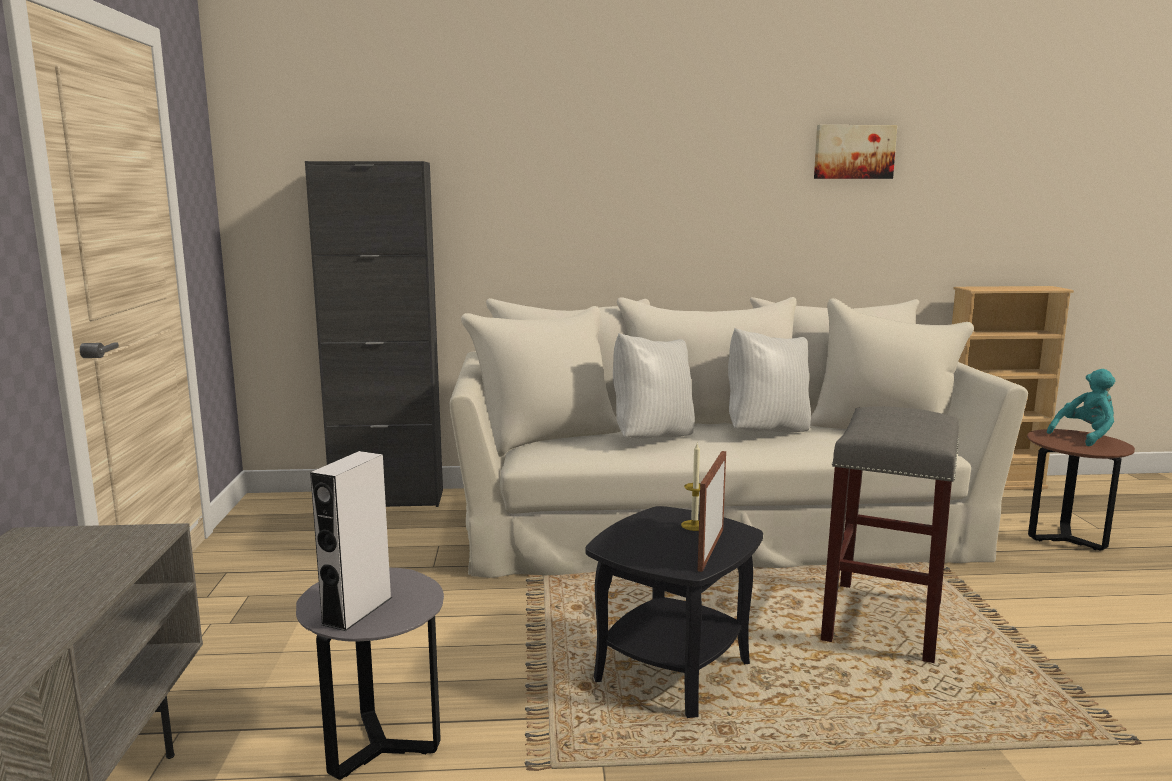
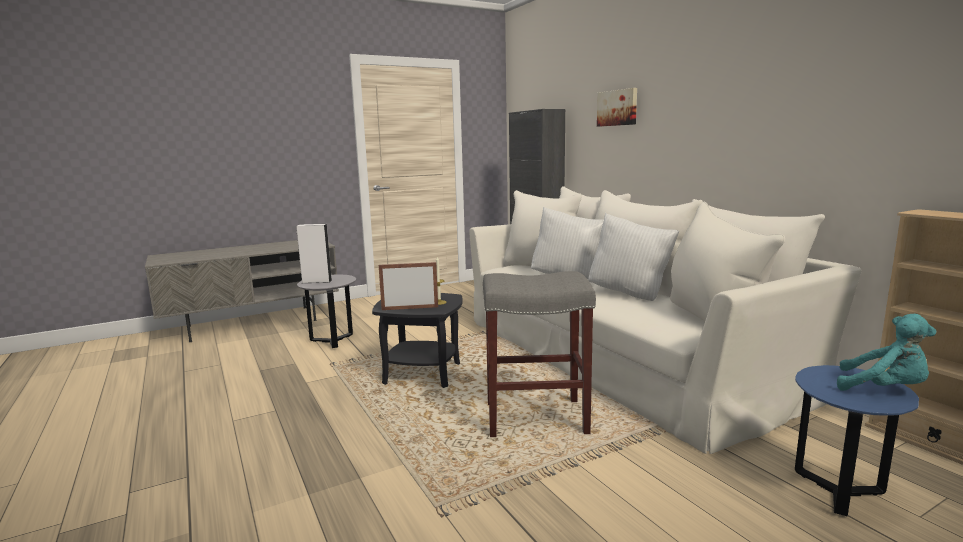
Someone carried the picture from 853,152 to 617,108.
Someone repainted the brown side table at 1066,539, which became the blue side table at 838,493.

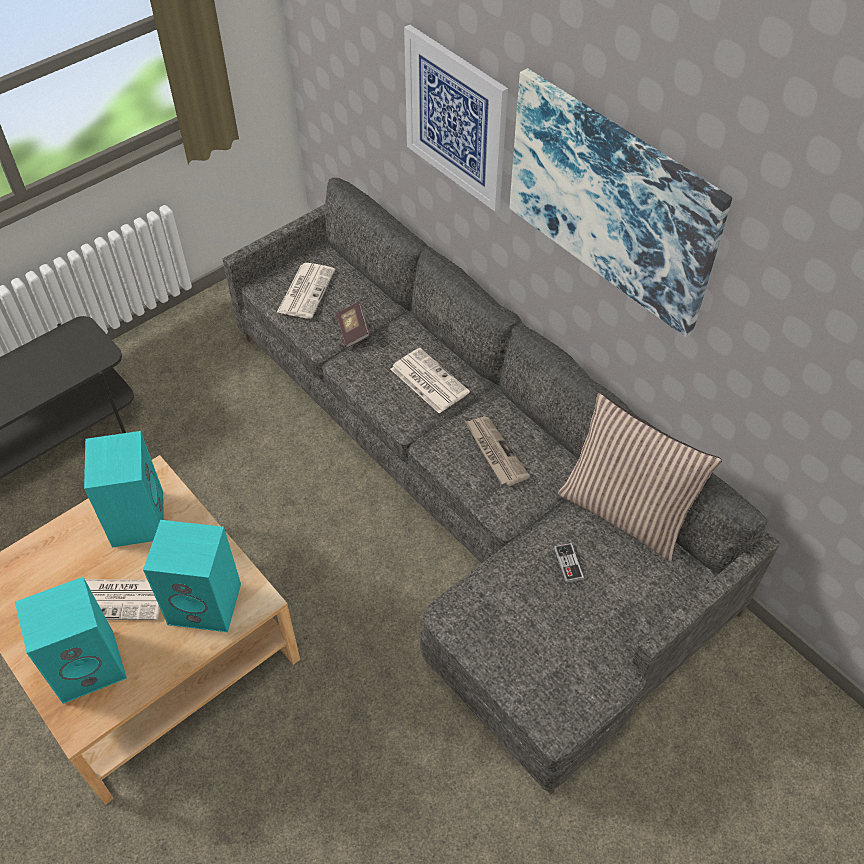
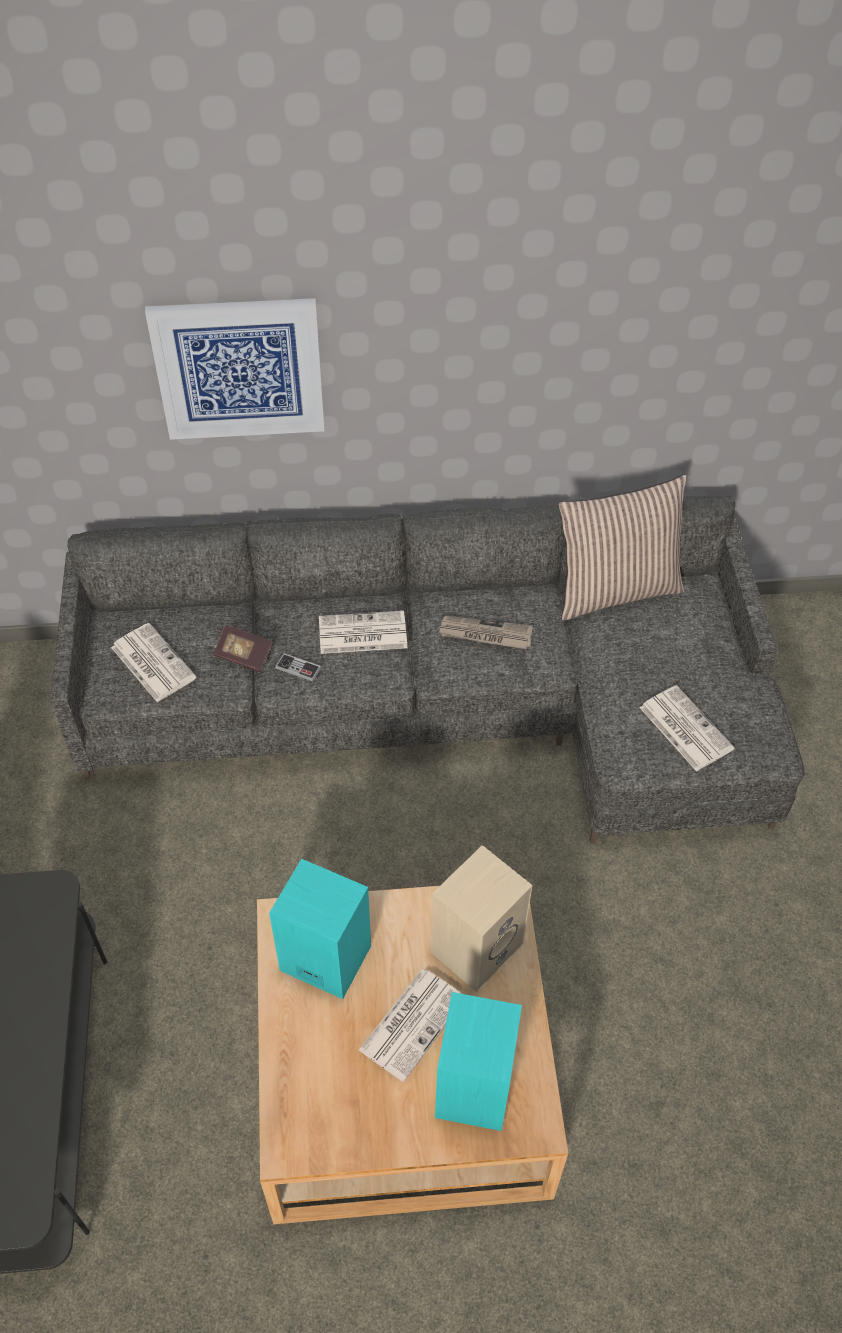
Someone carried the game controller from 568,563 to 298,668.
Someone repainted the turquoise speaker at 207,603, which became the beige speaker at 476,945.
Someone put down the newspaper at 684,728.
Someone took away the picture at 611,200.

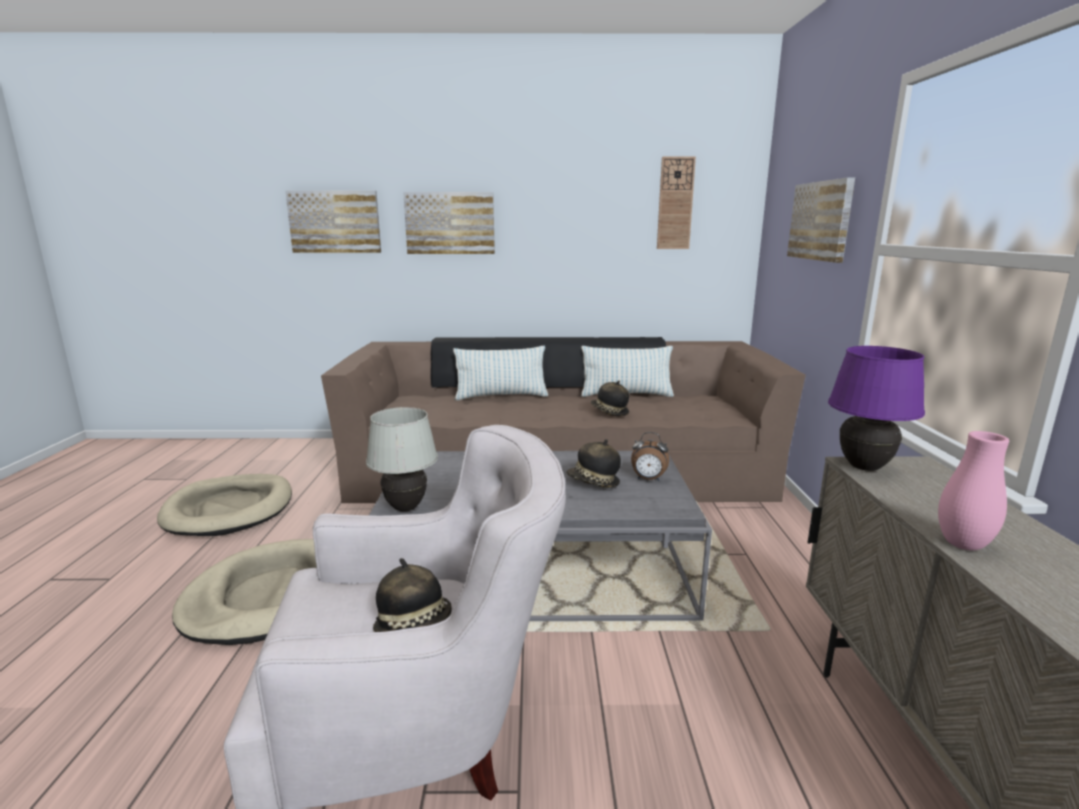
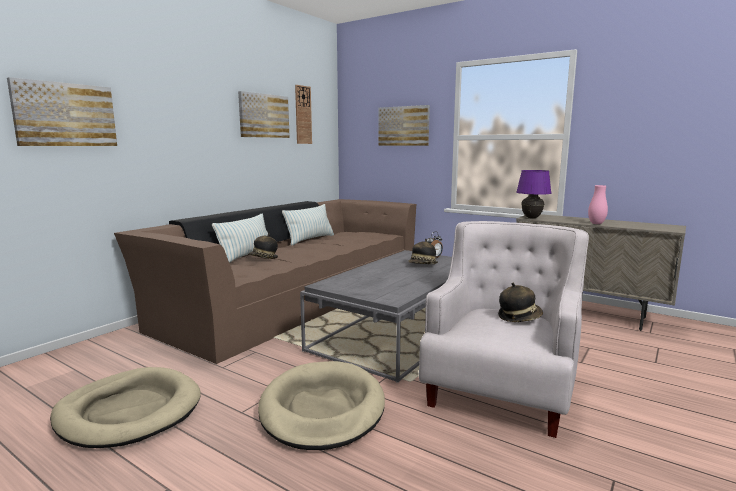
Someone carried the picture from 450,223 to 263,116.
Someone carried the hat from 609,412 to 263,258.
Someone took away the white table lamp at 406,508.

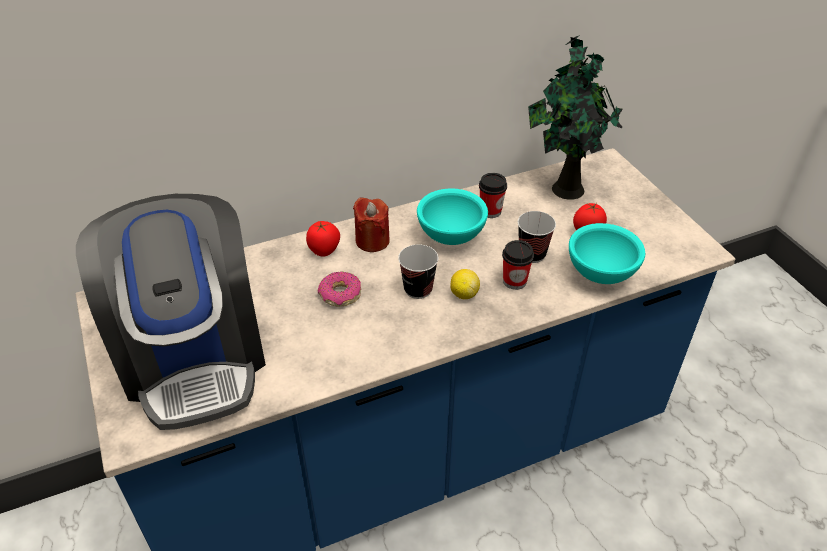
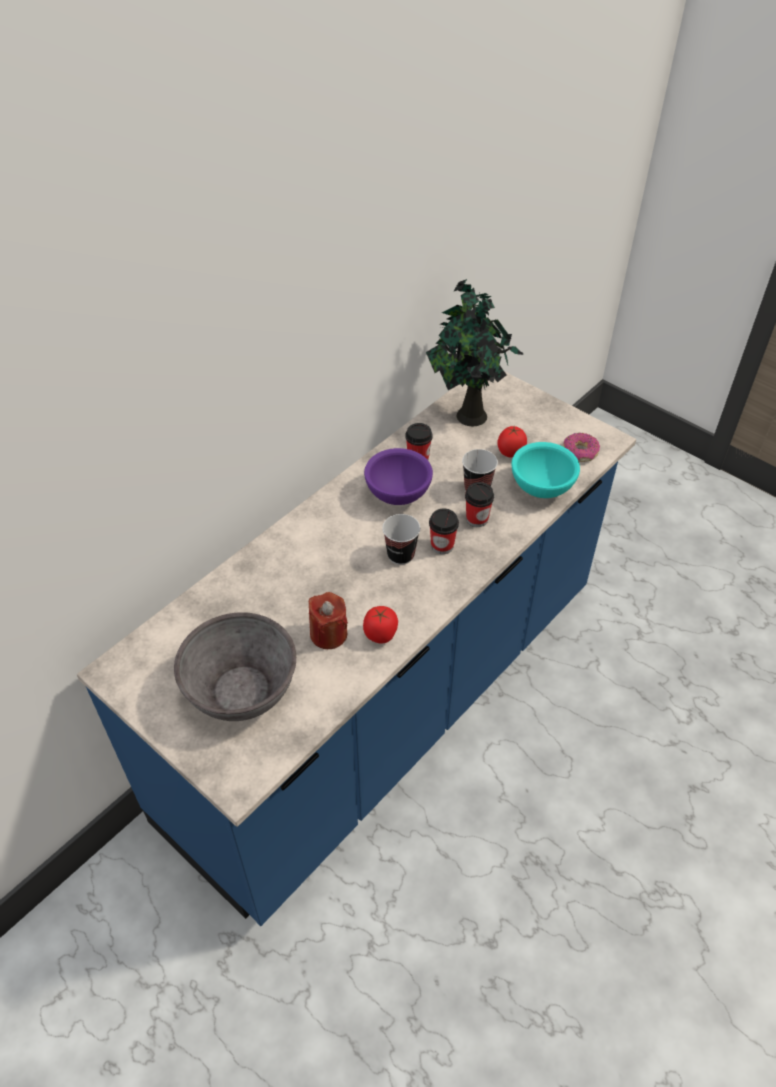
Someone swapped the coffee machine at 194,356 for the grey bowl at 242,690.
Someone carried the red candle from 372,241 to 328,634.
Someone carried the tomato from 324,251 to 381,635.
Someone repainted the turquoise bowl at 451,235, which became the purple bowl at 397,493.
Someone swapped the lemon at 464,294 for the cup at 442,545.
Someone carried the donut from 340,294 to 579,452.

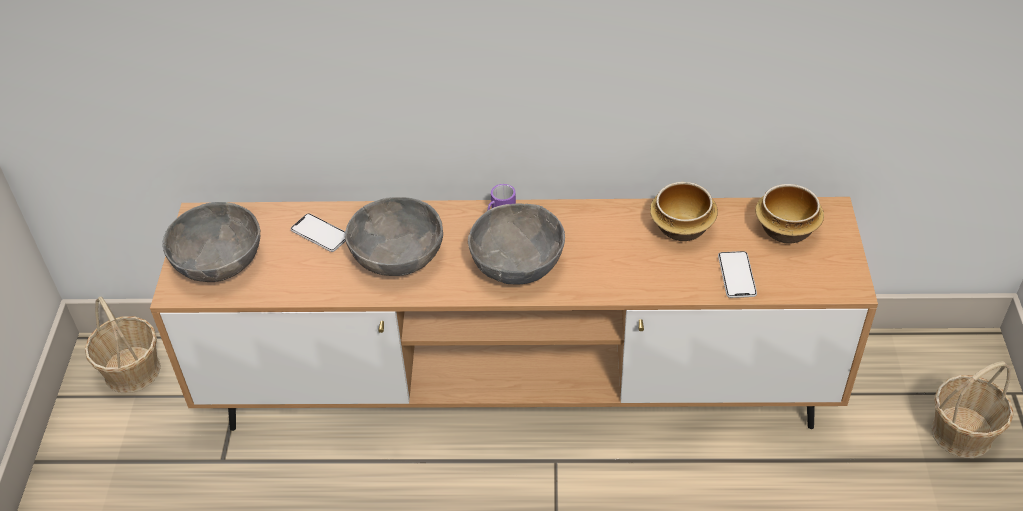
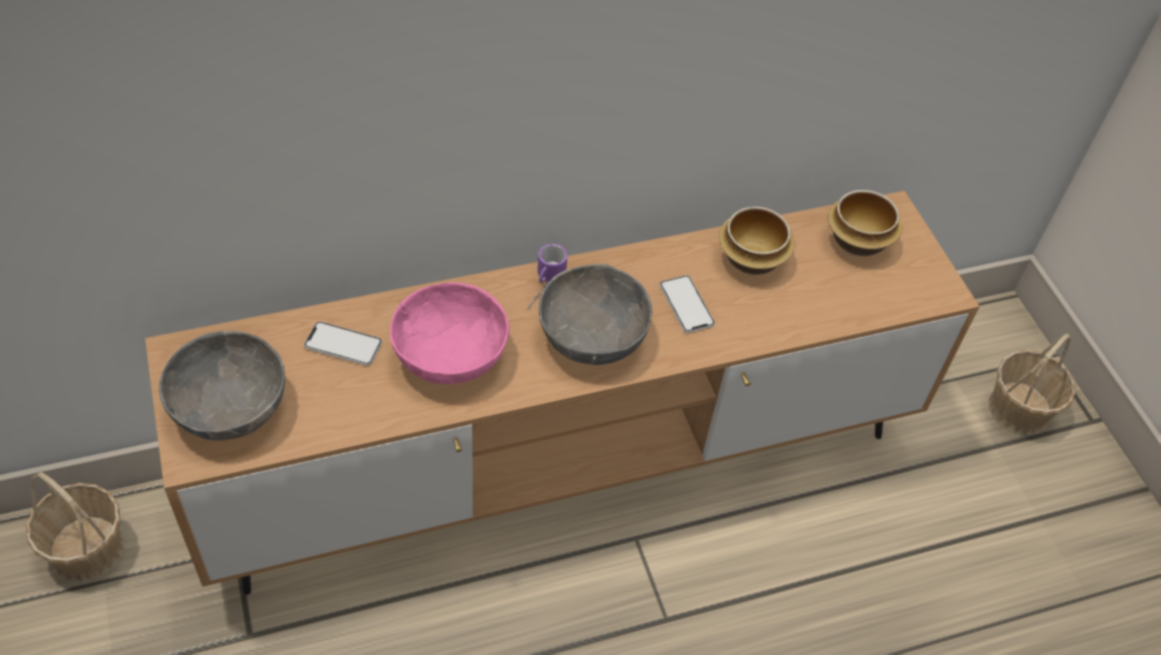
Someone repainted the grey bowl at 397,256, which became the pink bowl at 449,355.
Someone carried the phone from 737,275 to 686,305.

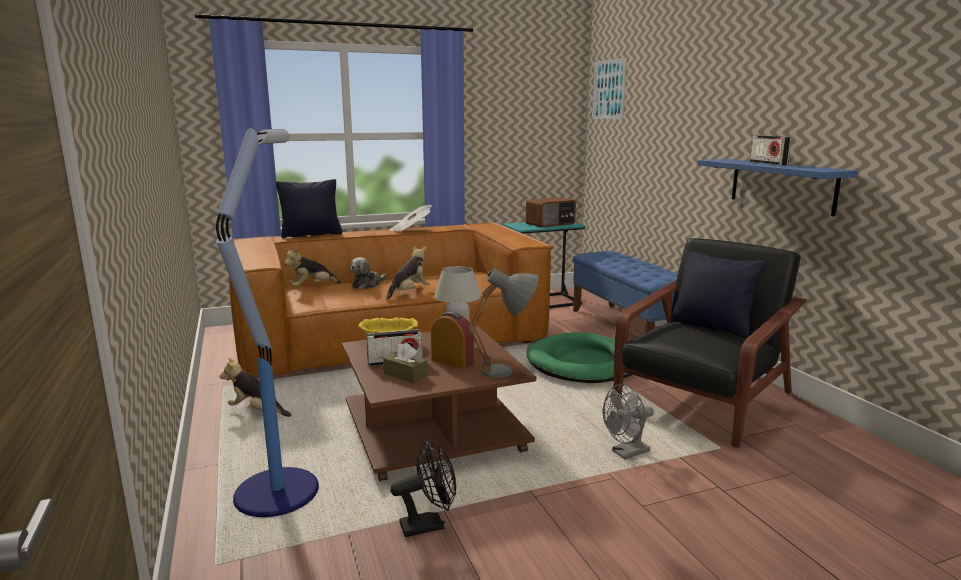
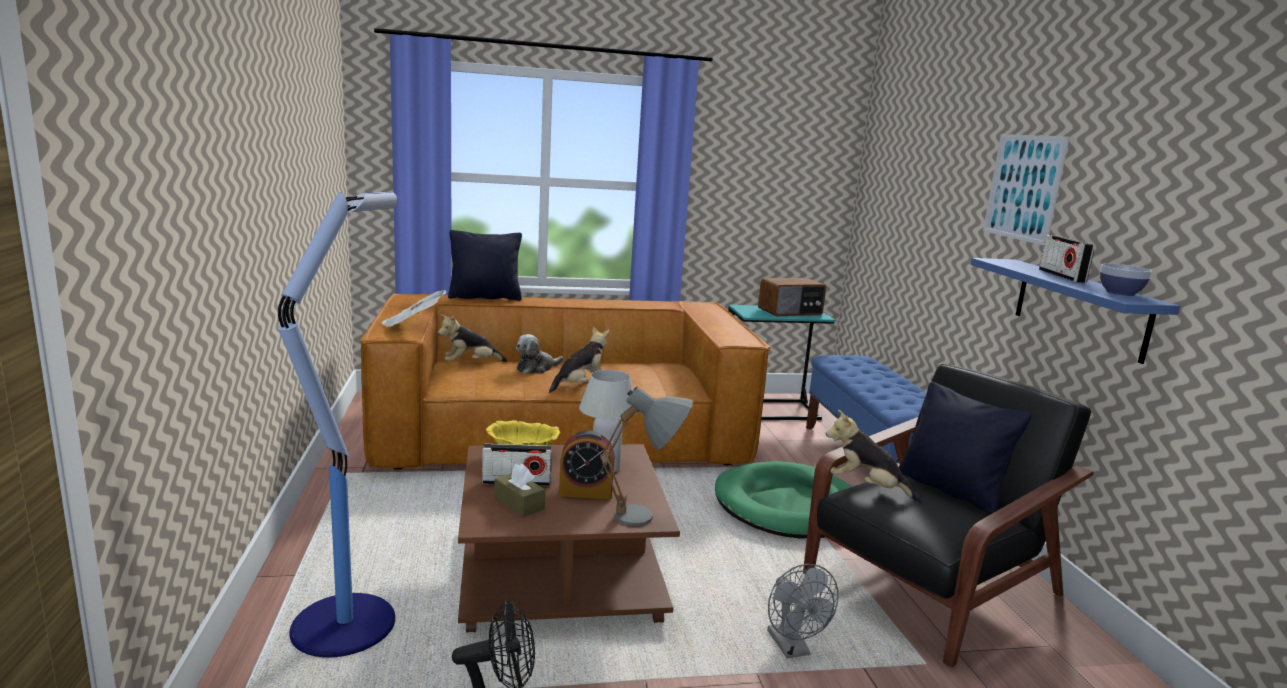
Someone carried the newspaper from 410,230 to 412,325.
Someone rotated the alarm clock at 452,361 by 135 degrees clockwise.
Someone rotated the grey fan at 626,453 by 90 degrees counterclockwise.
Someone carried the plush toy from 257,412 to 867,488.
Someone carried the picture from 609,89 to 1023,187.
Someone put down the bowl at 1120,293.

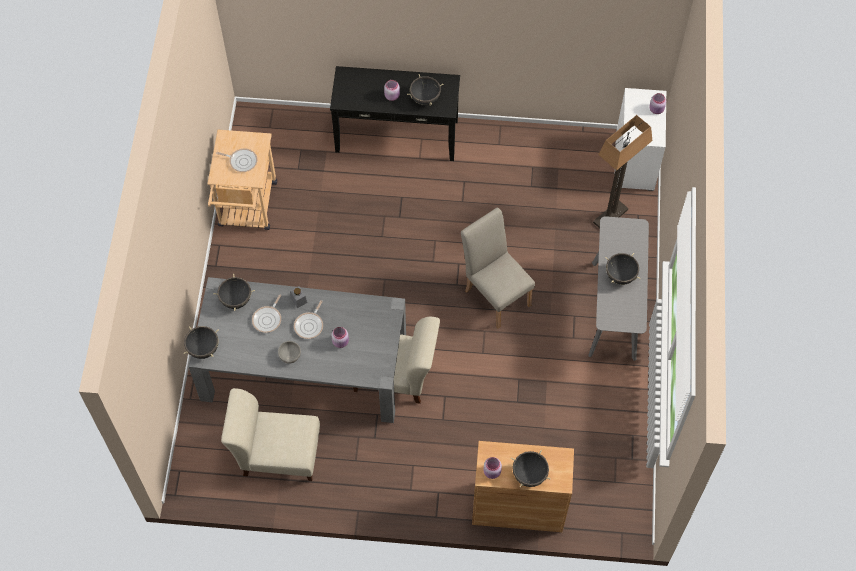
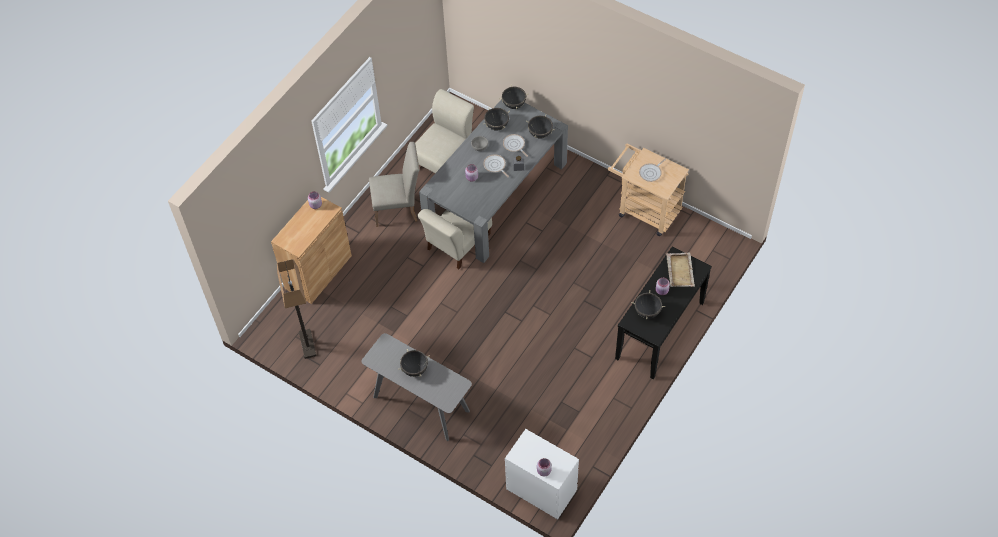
Someone carried the floor lamp from 610,216 to 307,344.
Someone carried the beige chair from 495,293 to 399,210.
Someone carried the black cooking pot from 529,475 to 496,125.
Someone put down the beige tray at 680,270.

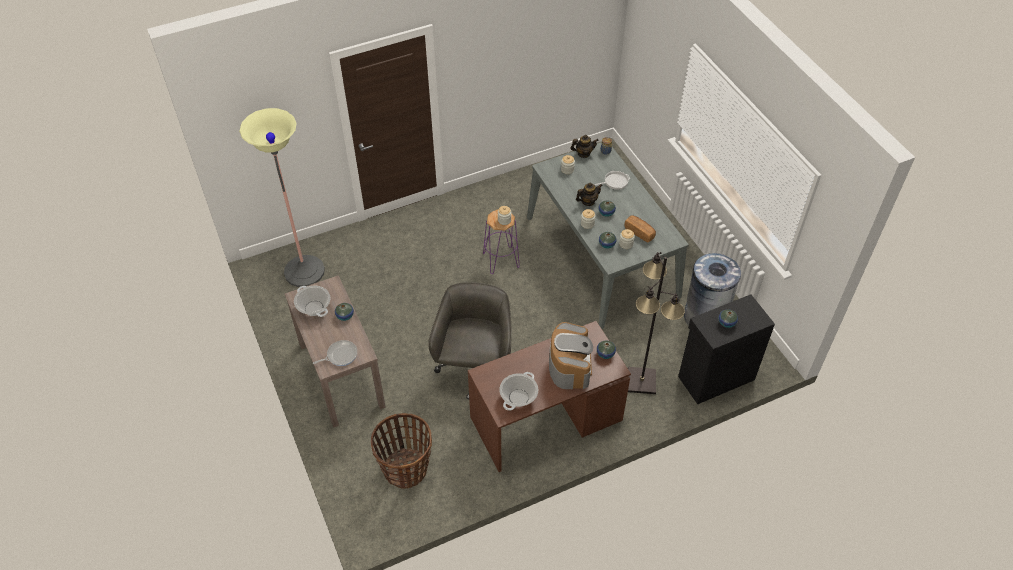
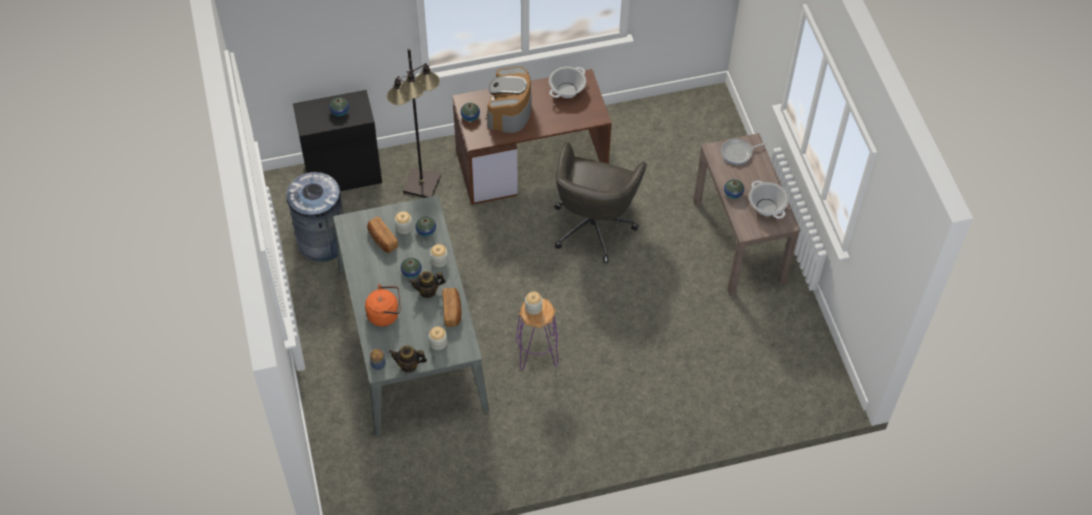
Someone swapped the frying pan at 614,182 for the orange kettle at 385,314.
Someone put down the bread at 452,311.
Someone took away the floor lamp at 304,271.
Someone took away the basket at 405,468.

